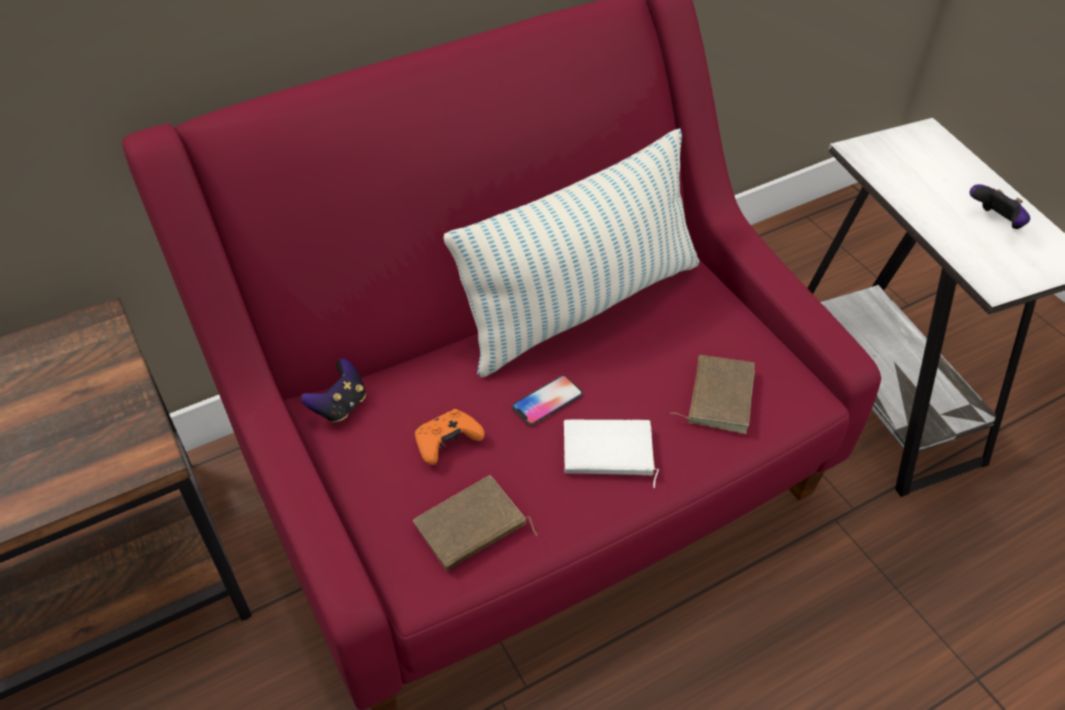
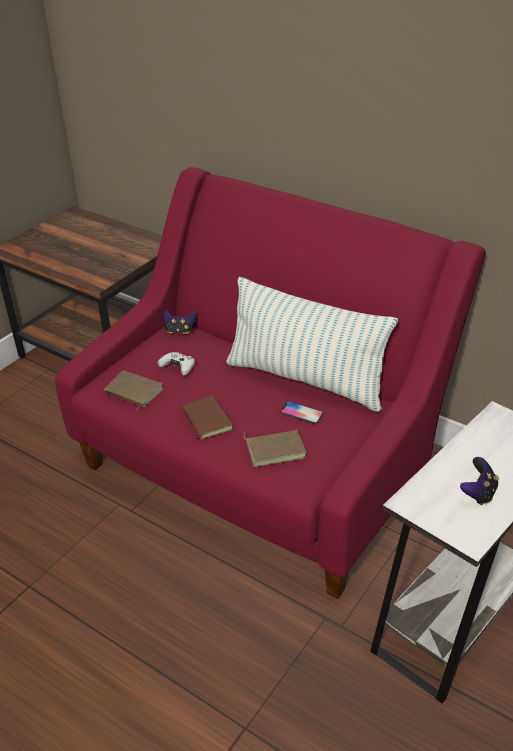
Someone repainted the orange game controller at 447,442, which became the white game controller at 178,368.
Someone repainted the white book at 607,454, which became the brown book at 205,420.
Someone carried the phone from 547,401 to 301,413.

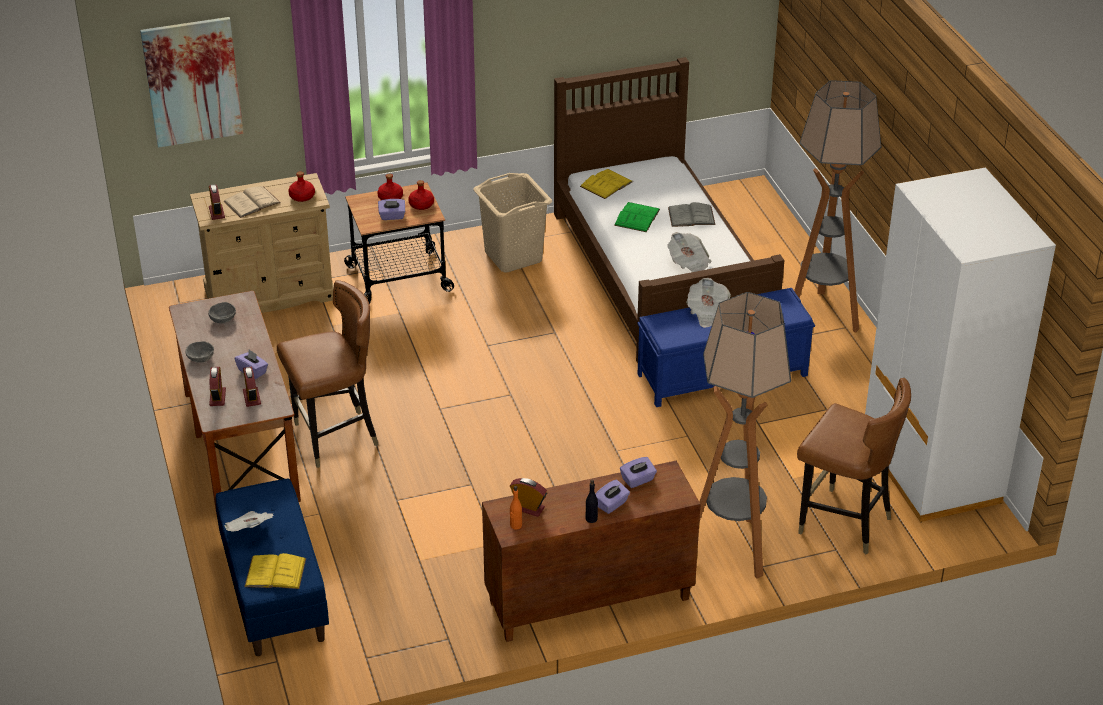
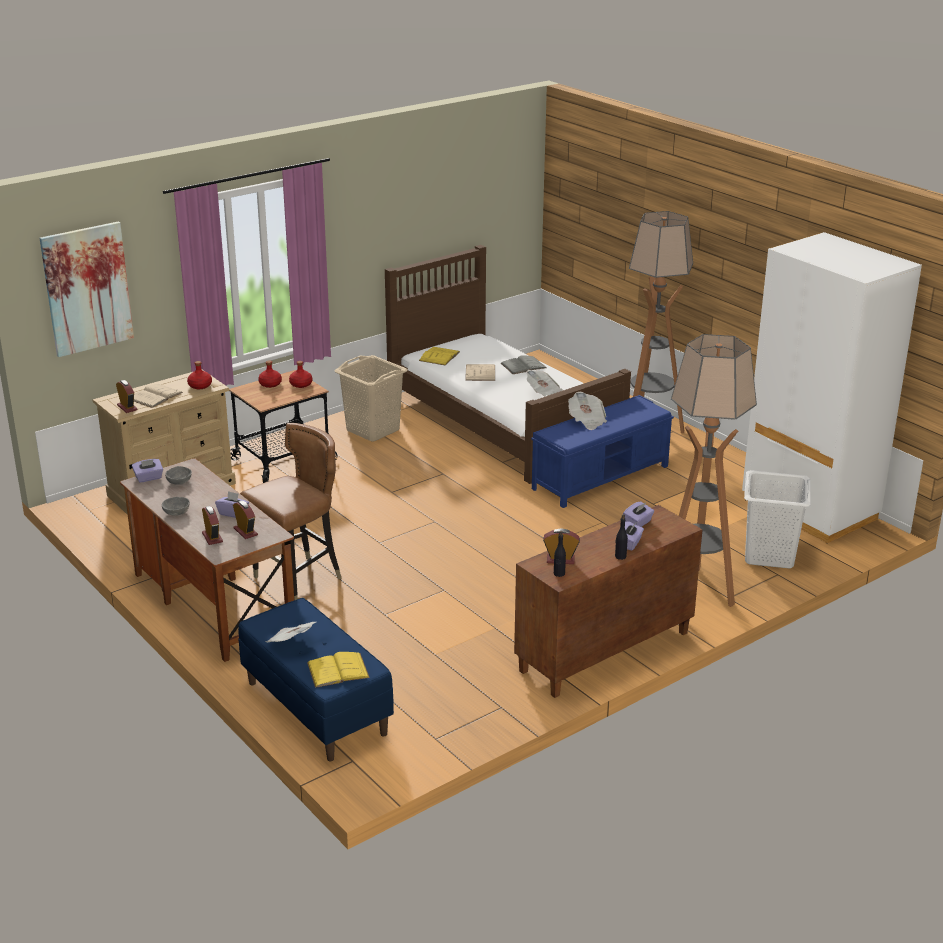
Someone carried the purple tissue box from 392,216 to 148,478.
Someone repainted the green book at 637,217, which became the beige book at 480,373.
Someone repainted the orange bottle at 515,525, which became the black bottle at 559,574.
Someone swapped the brown chair at 843,523 for the white laundry basket at 769,555.

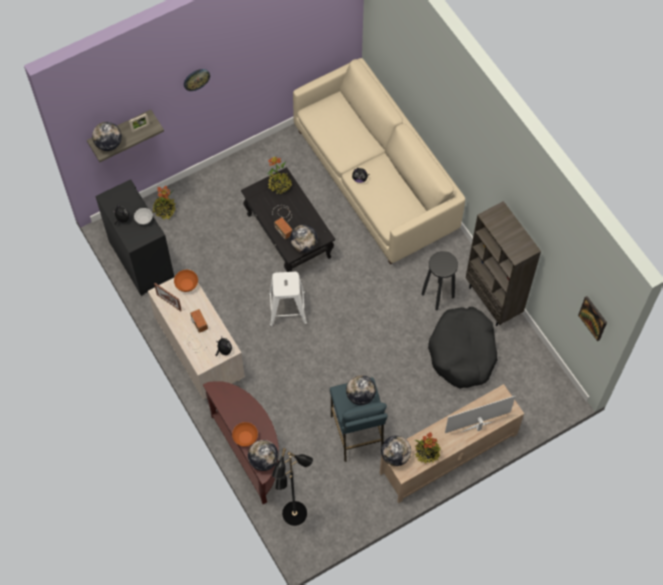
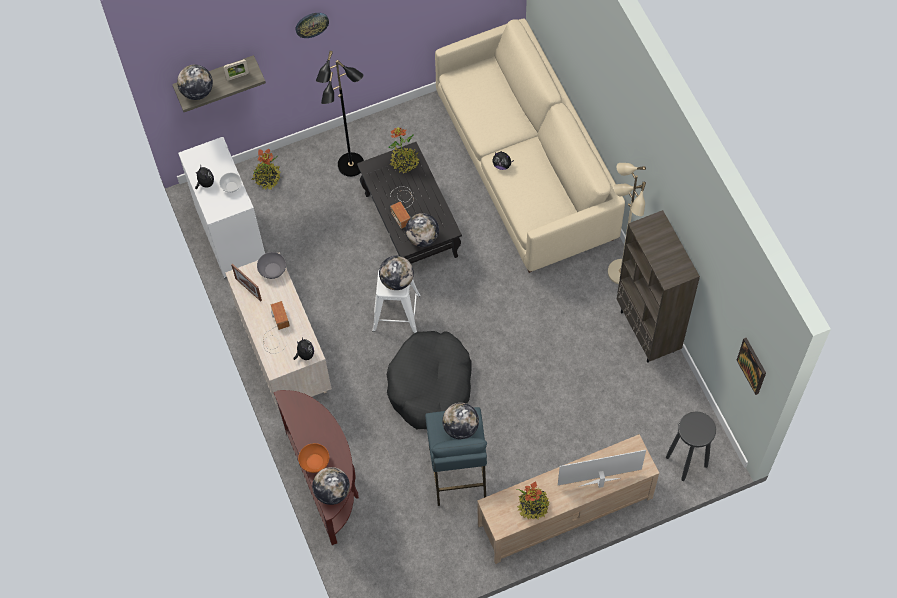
Someone repainted the black cabinet at 140,260, which became the white cabinet at 230,235.
Someone repainted the orange bowl at 186,284, which became the grey bowl at 272,270.
Someone carried the black floor lamp from 295,514 to 351,166.
Someone carried the globe from 395,456 to 397,280.
Someone carried the black dog bed from 463,352 to 430,386.
Someone put down the beige floor lamp at 620,272.
Someone carried the black stool from 438,295 to 687,461.

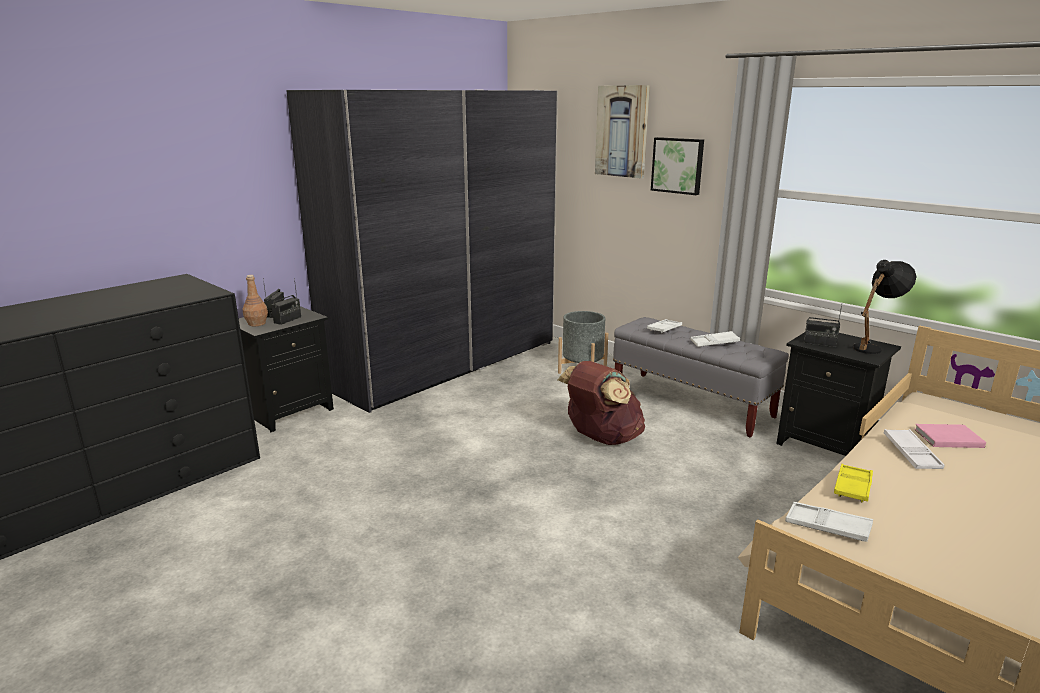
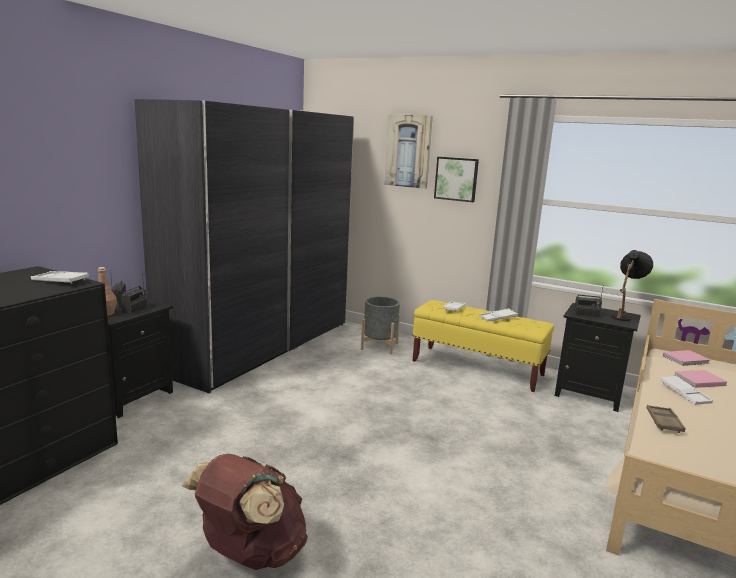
Someone carried the white tray from 827,526 to 60,281.
Someone carried the brown backpack from 601,438 to 250,554.
Someone repainted the grey bench at 691,404, which became the yellow bench at 477,368.
Someone repainted the yellow tray at 852,487, which became the brown tray at 663,422.
Someone put down the pink book at 687,360.

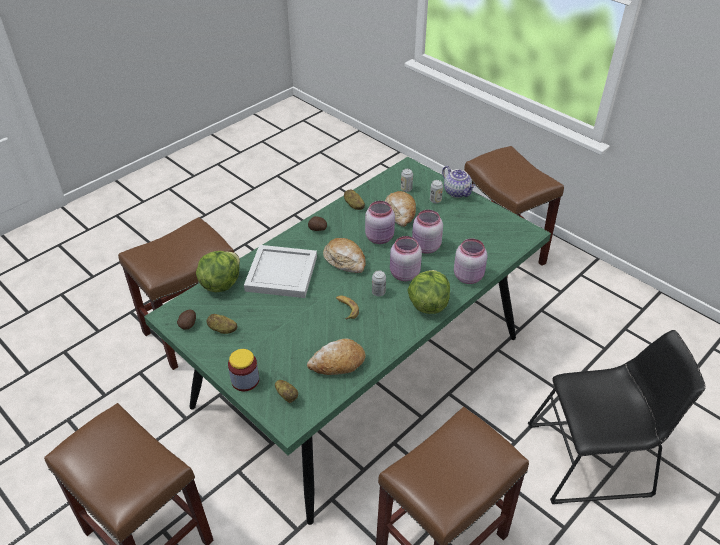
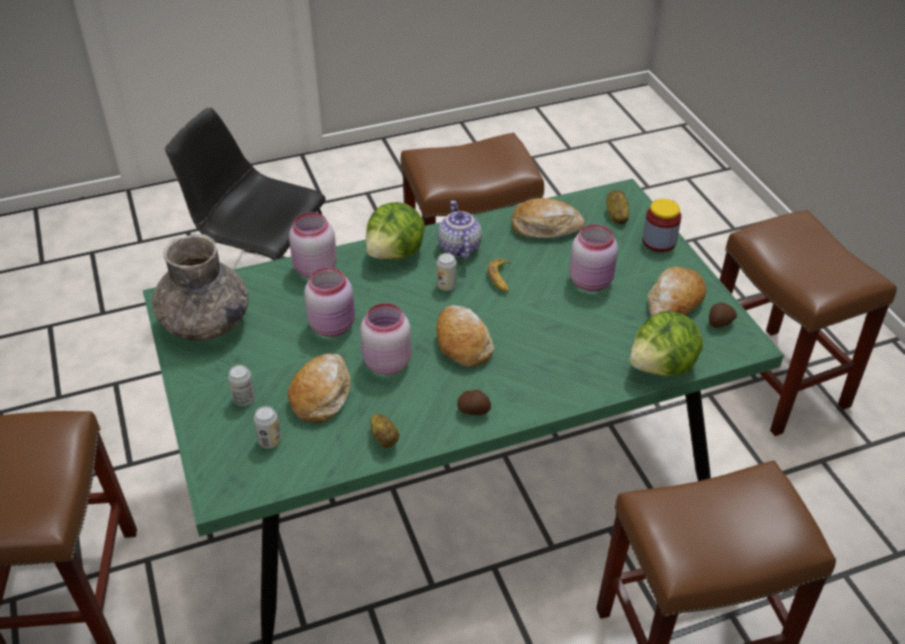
Someone put down the grey vase at 205,322.
Someone carried the teapot from 457,192 to 458,247.
Someone carried the pink jar from 403,274 to 592,281.
Someone swapped the potato at 222,329 for the bread at 673,303.
Someone took away the white tray at 280,274.

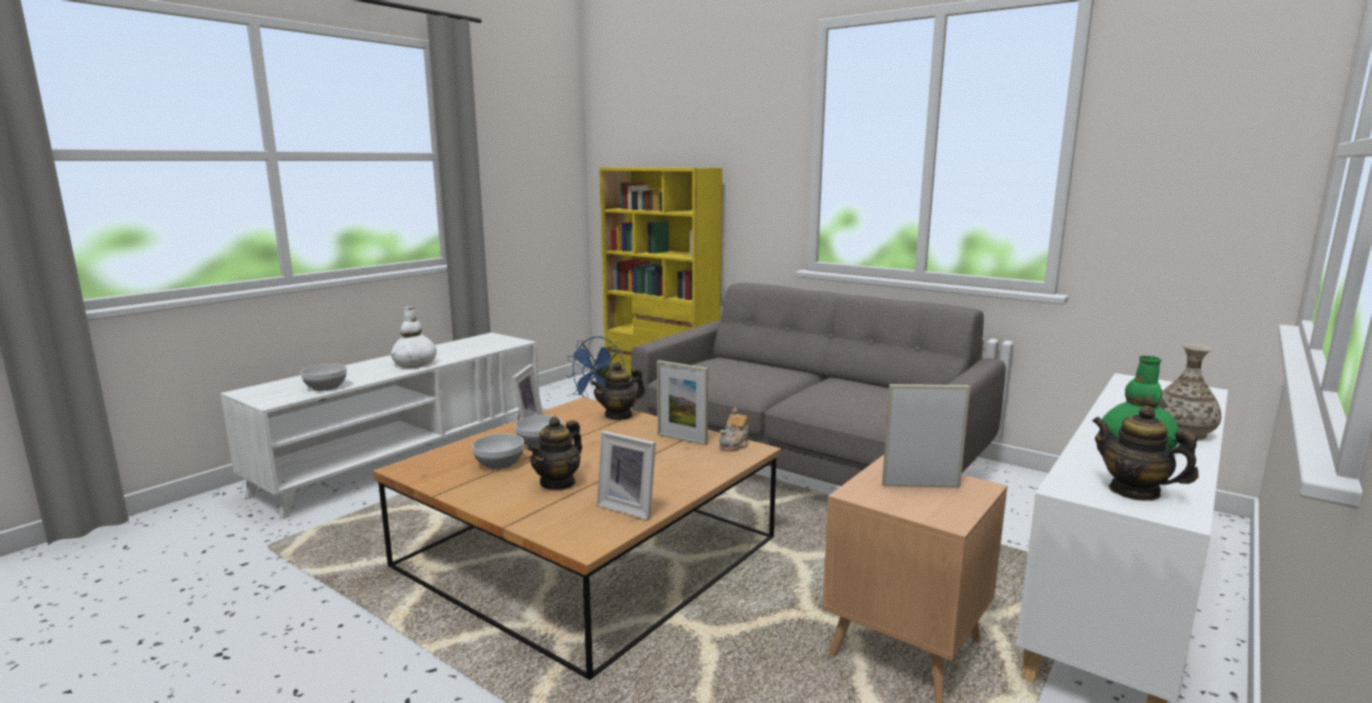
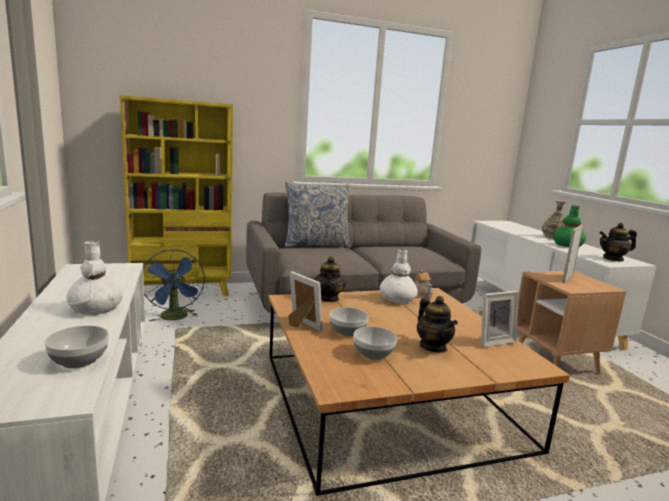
Someone put down the pillow at 316,245.
Someone swapped the picture frame at 682,439 for the white vase at 397,299.

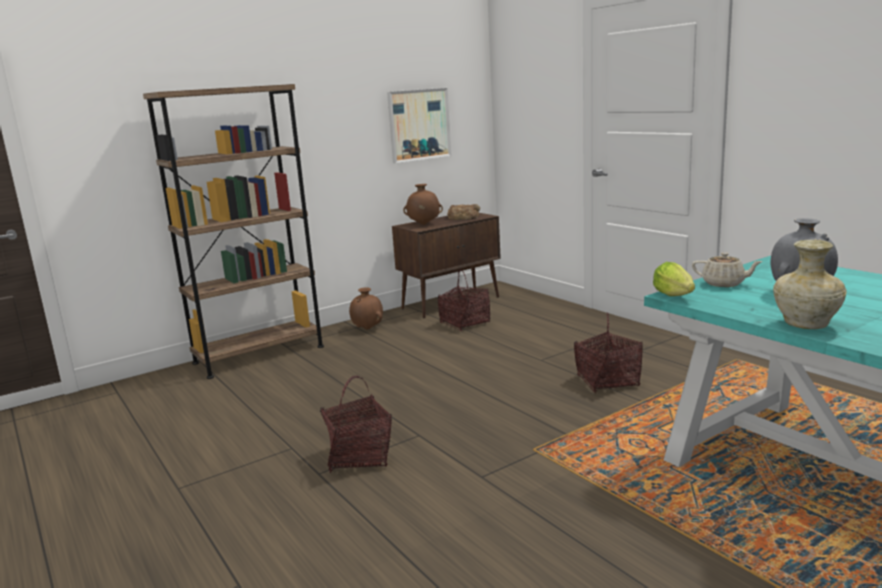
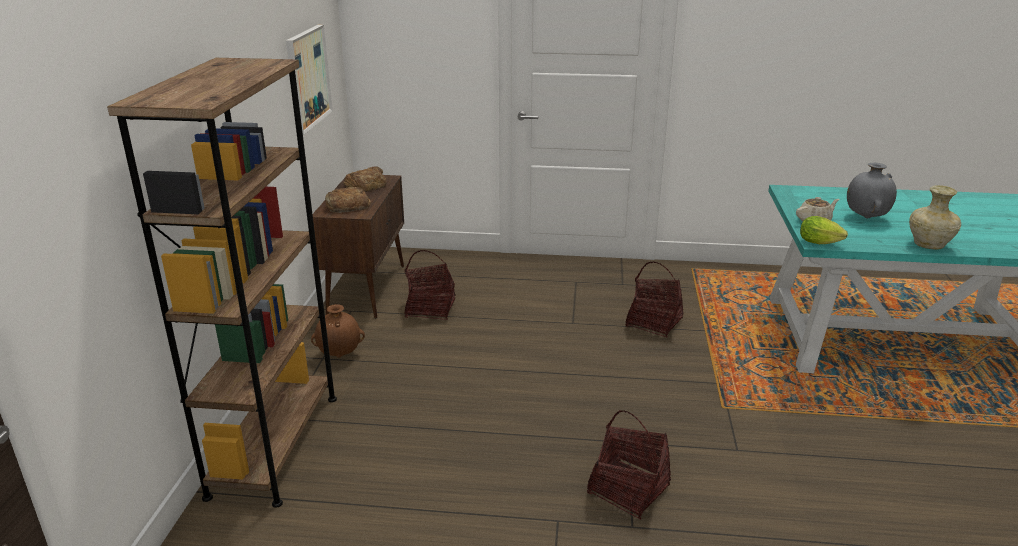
Someone swapped the brown vase at 423,224 for the bread at 347,206.

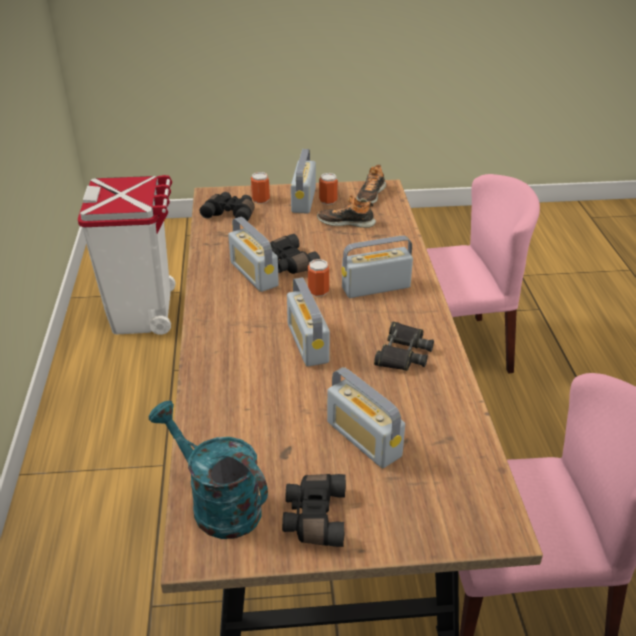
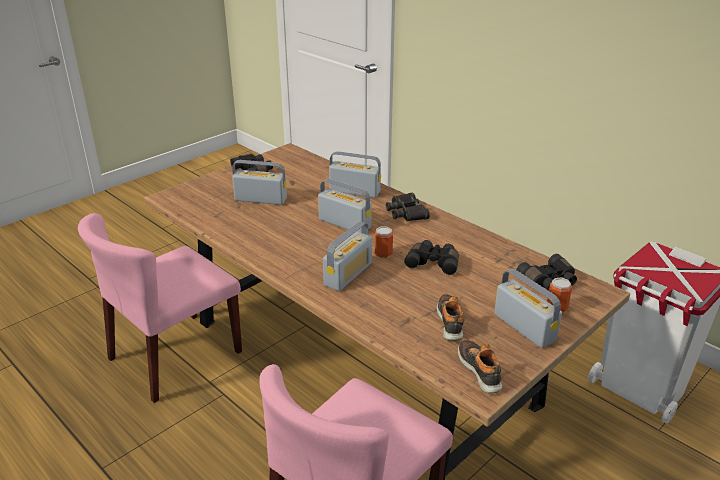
Someone carried the radio from 254,274 to 354,191.
Someone carried the black binoculars from 403,353 to 407,212.
Someone rotated the shoe at 346,222 by 60 degrees counterclockwise.
Someone took away the turquoise watering can at 217,504.
Someone took away the can at 328,200.

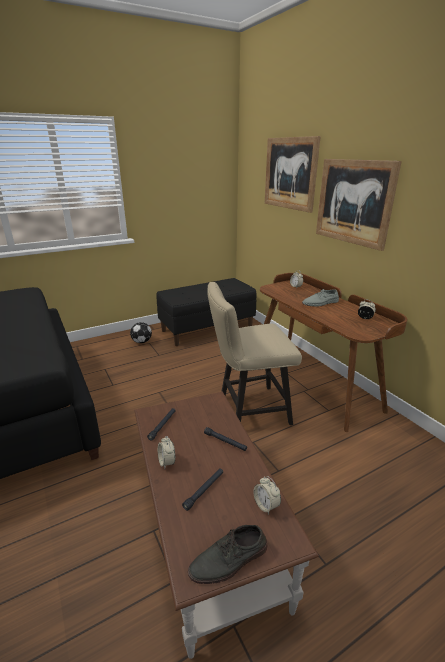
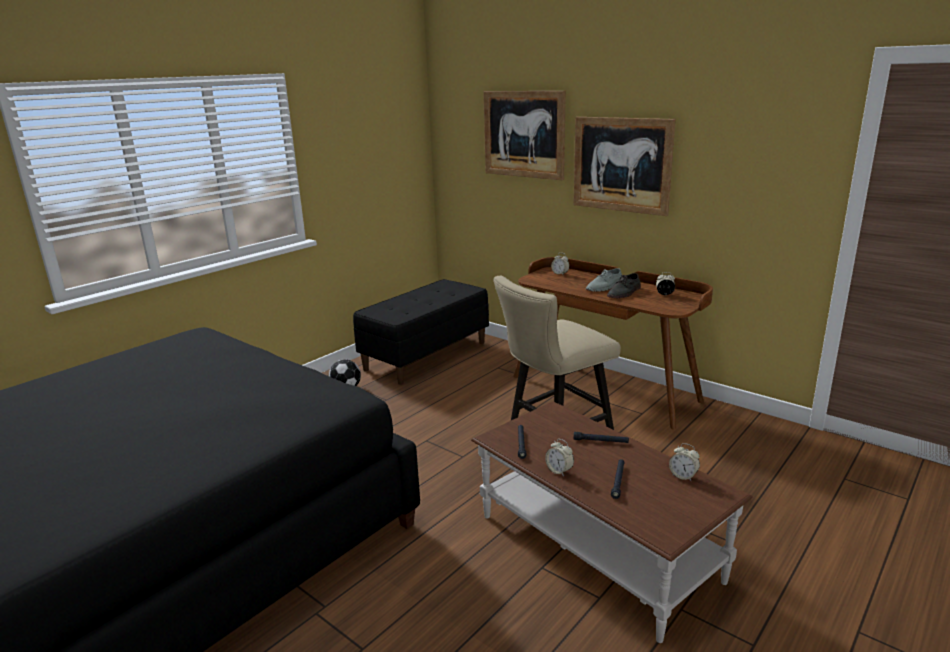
Someone carried the grey shoe from 229,560 to 624,293.

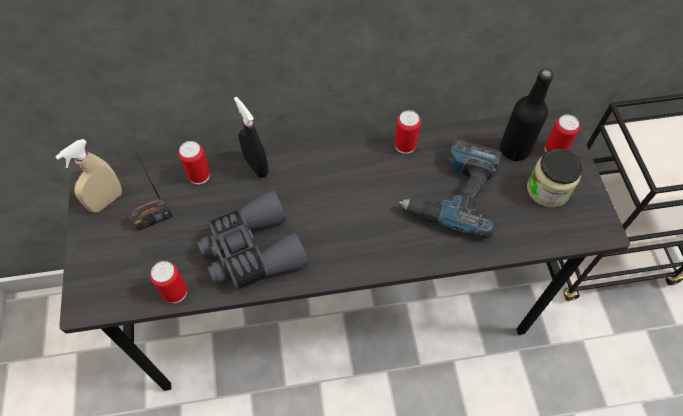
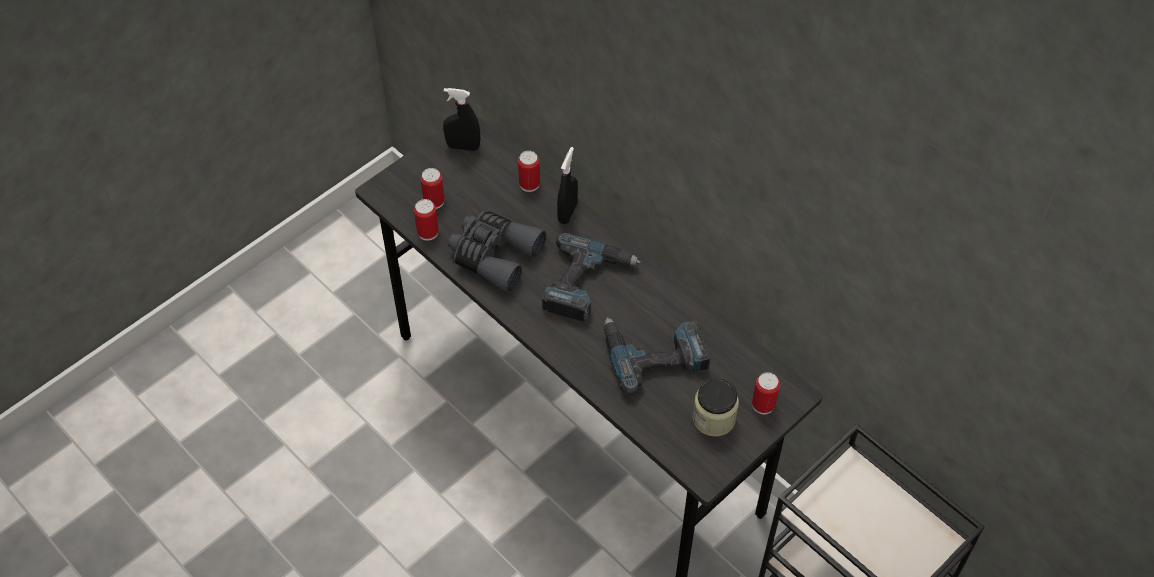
Someone carried the can from 405,145 to 434,201.
Someone repainted the beige spray bottle at 106,201, which became the black spray bottle at 463,146.
Someone put down the power drill at 586,284.
Someone took away the radio at 153,218.
Someone took away the black bottle at 514,149.

